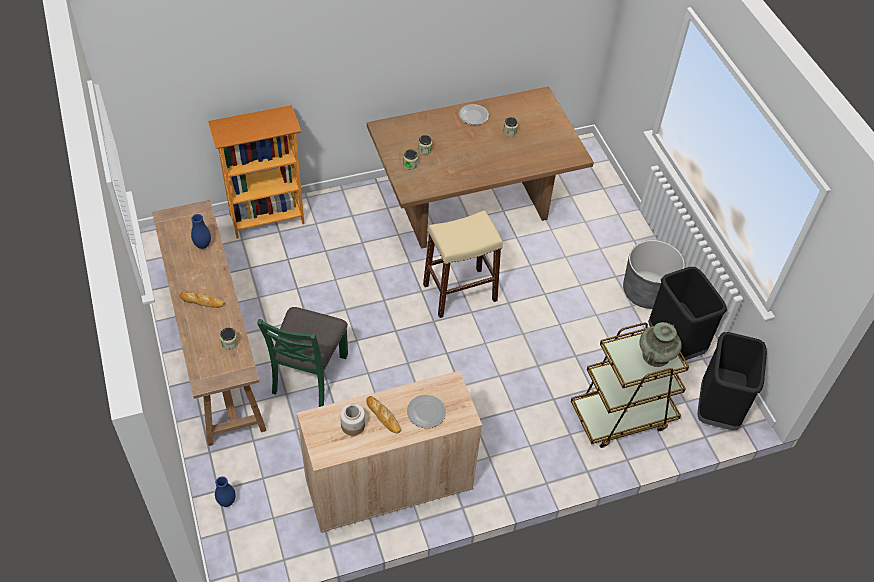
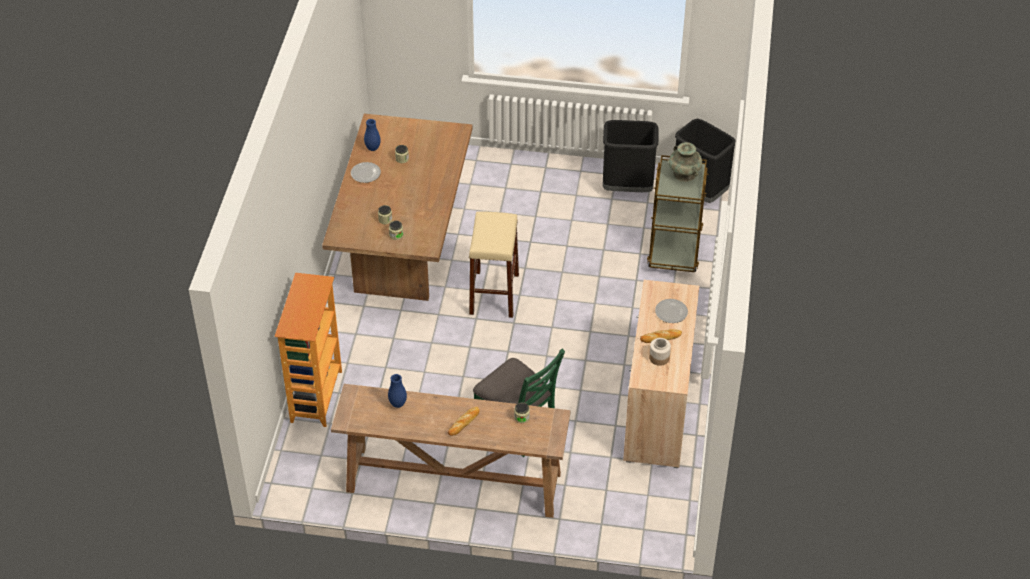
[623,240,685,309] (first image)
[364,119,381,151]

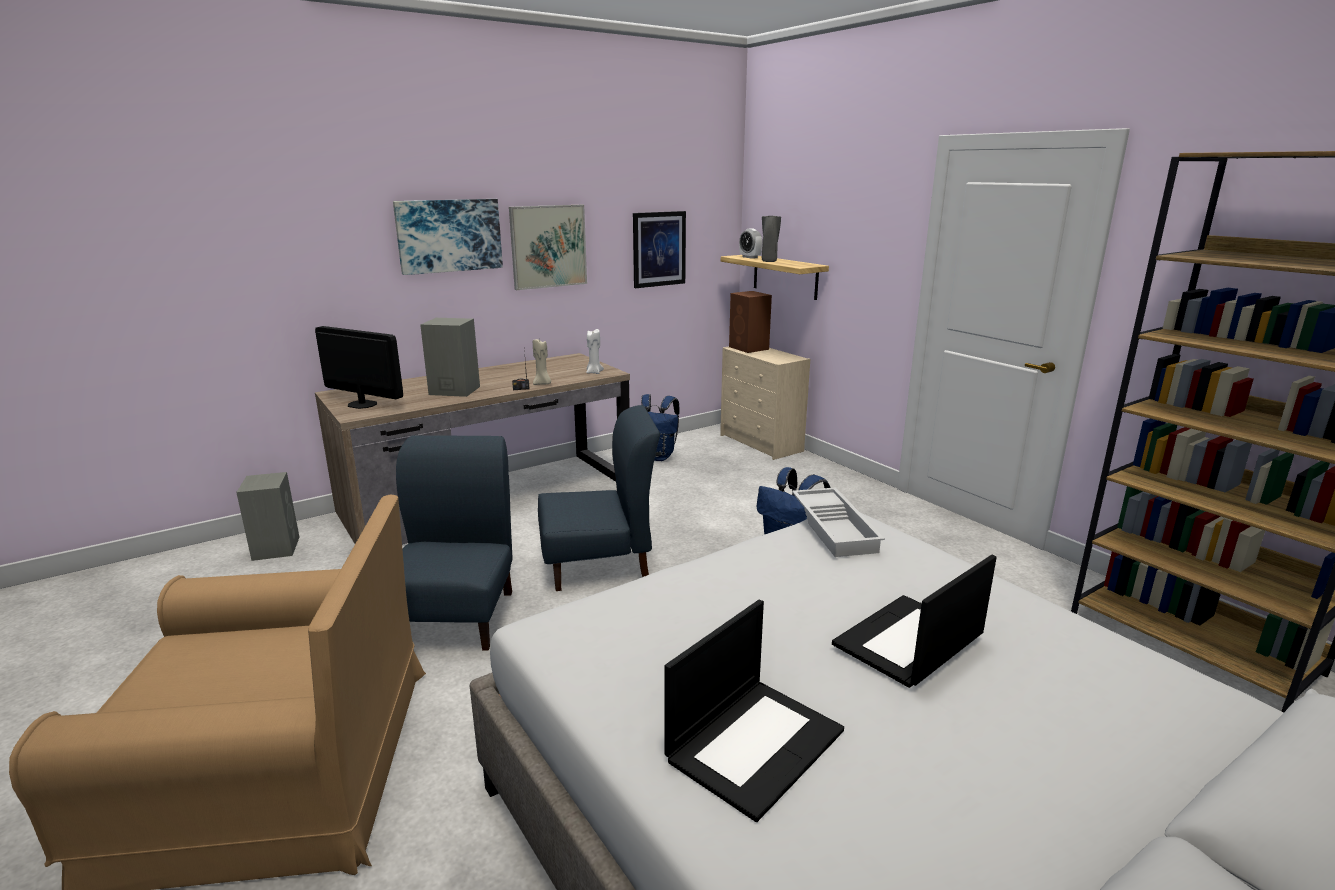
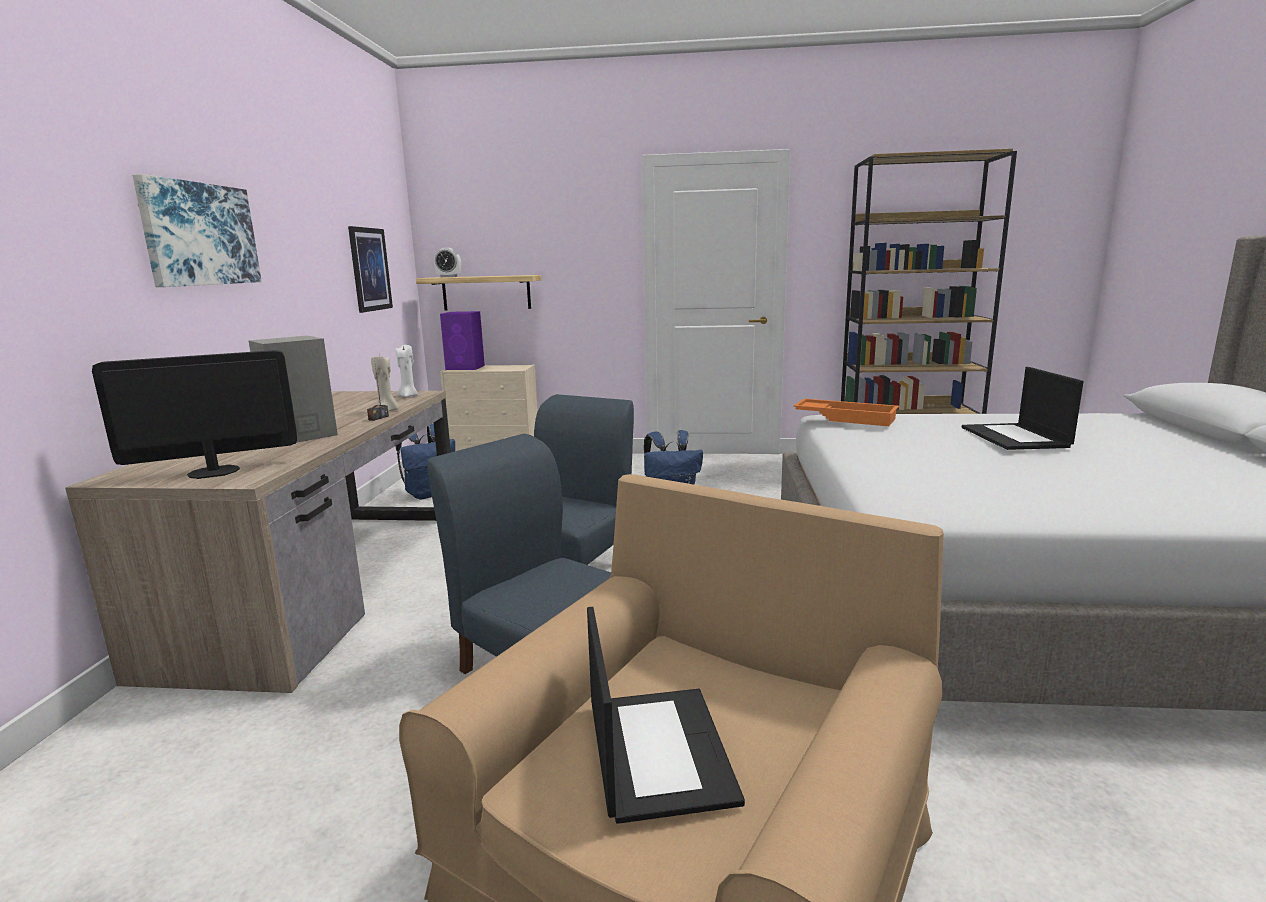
[236,472,299,561] (first image)
[509,205,587,290] (first image)
[762,216,781,262] (first image)
[587,607,745,824]
[440,311,485,370]
[793,399,899,426]

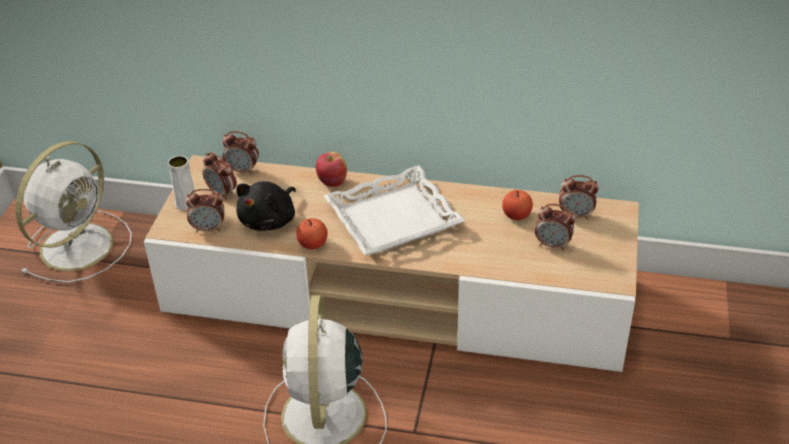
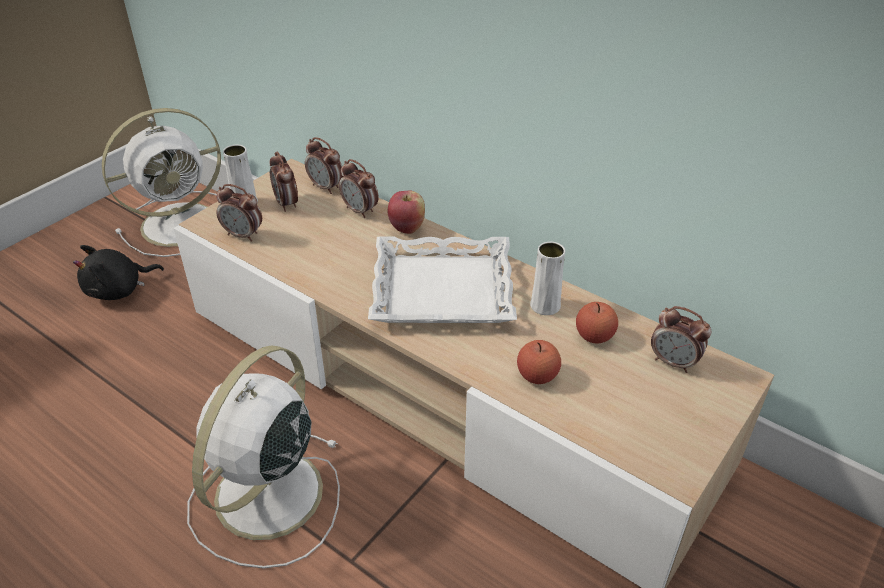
[530,242,565,315]
[73,245,164,300]
[517,340,561,384]
[339,159,379,218]

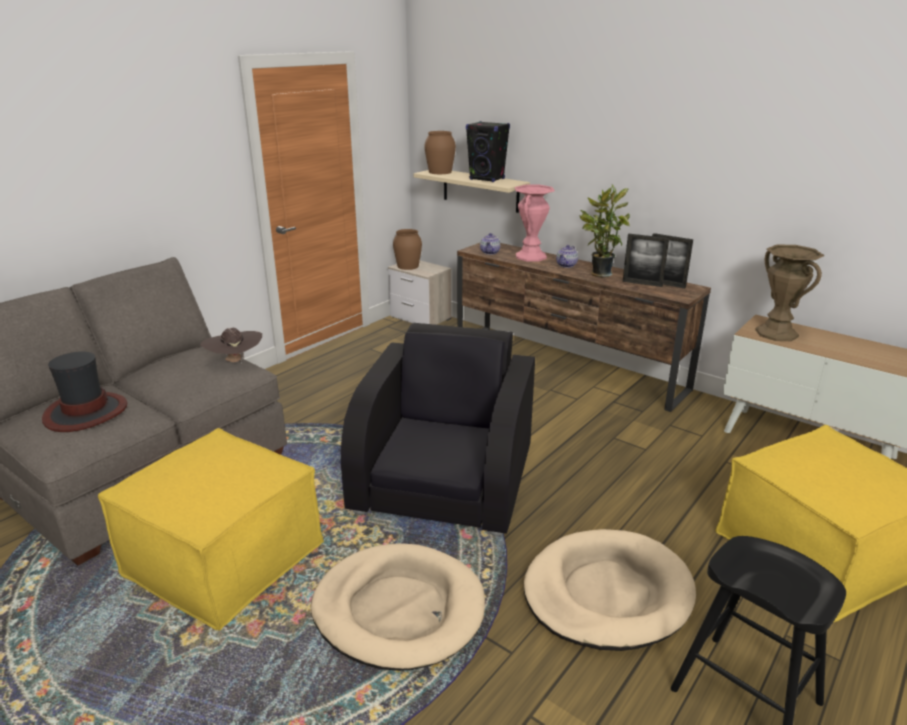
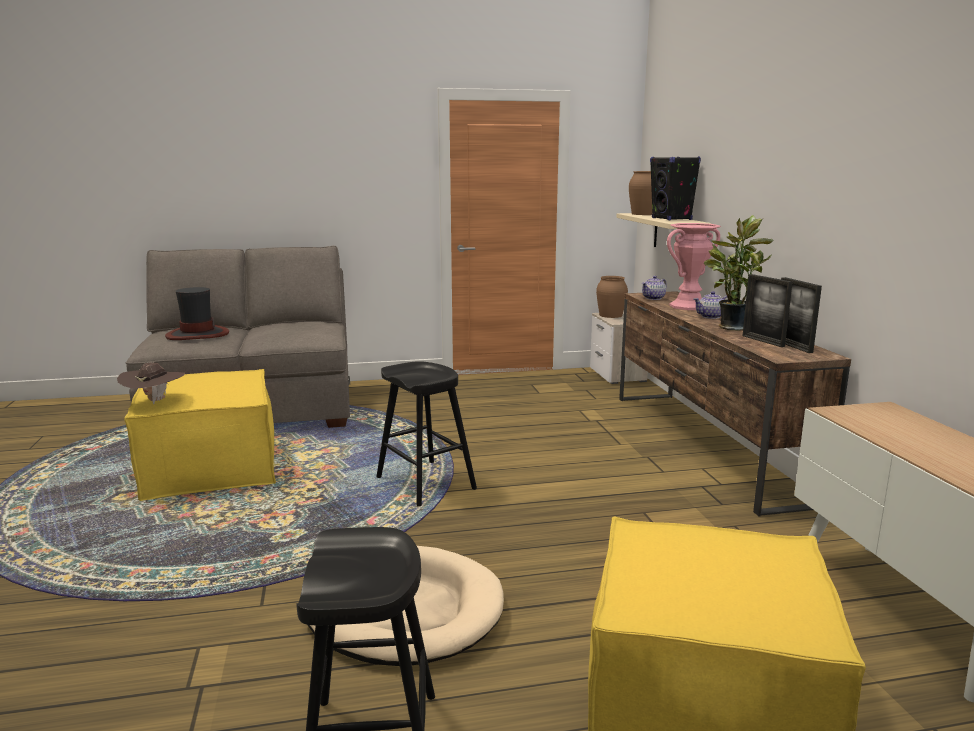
[311,543,485,671] (first image)
[755,244,824,341] (first image)
[117,362,185,404]
[376,361,477,507]

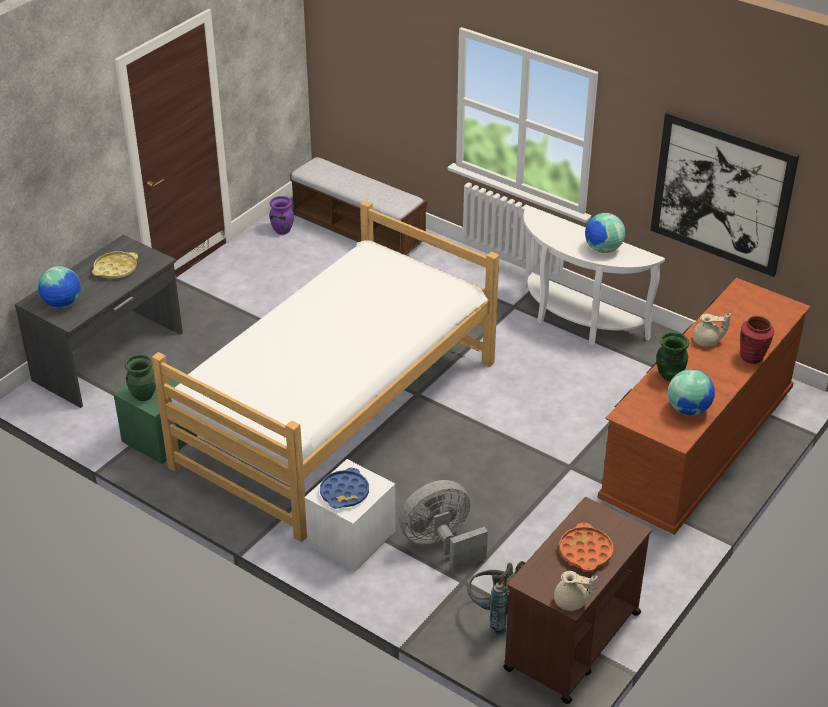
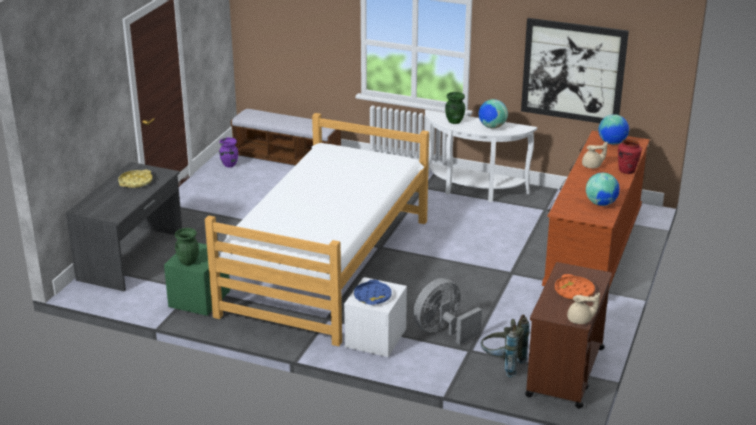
[598,114,629,145]
[445,92,465,124]

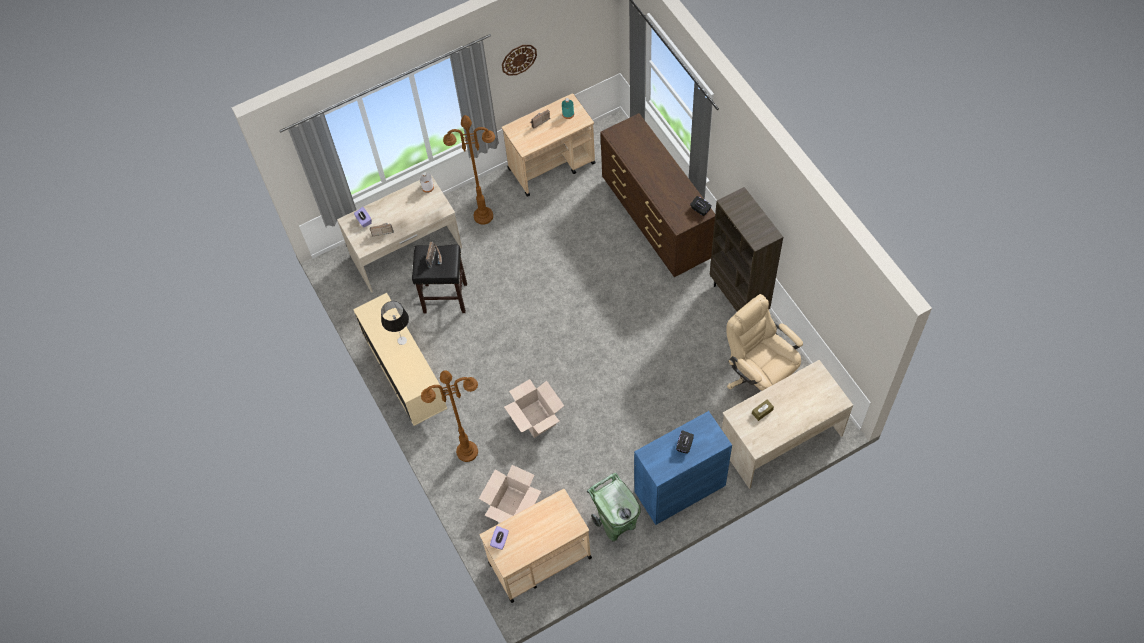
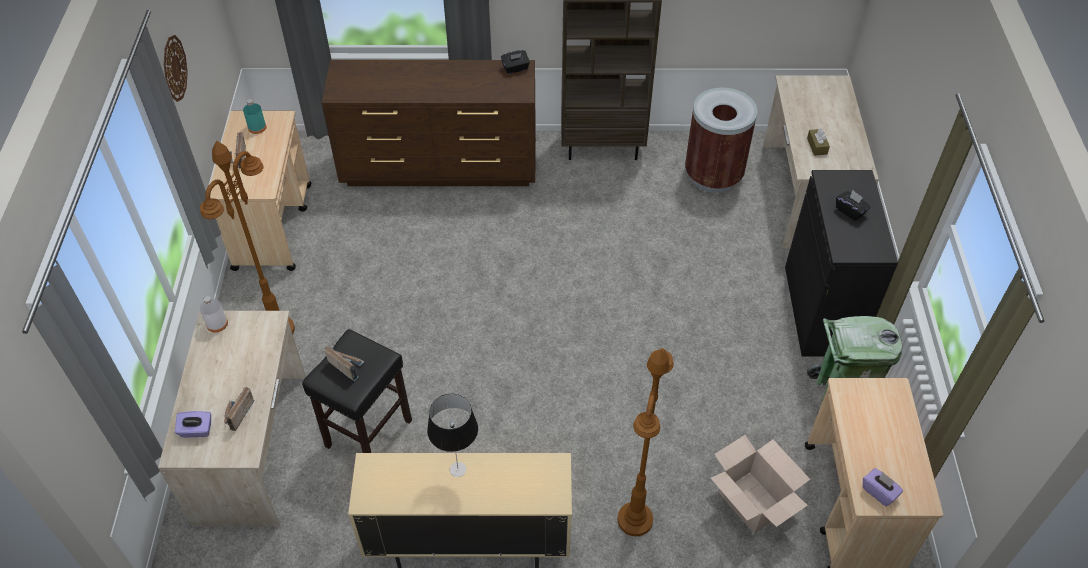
[504,379,564,438] (first image)
[685,87,758,193]
[785,170,898,357]

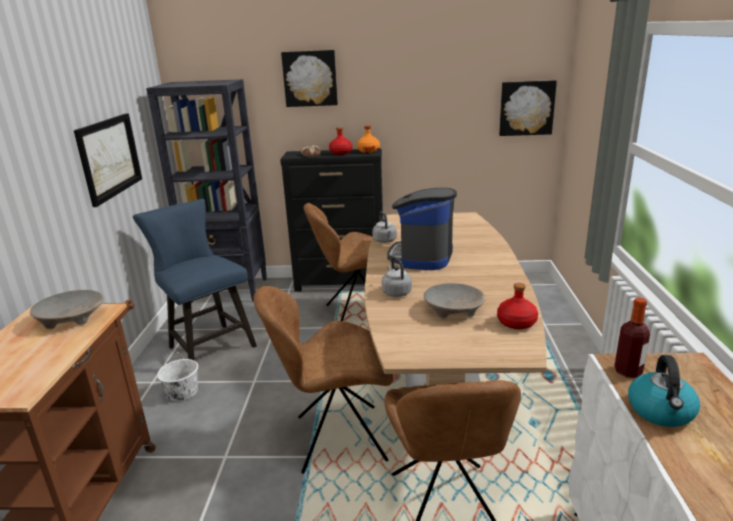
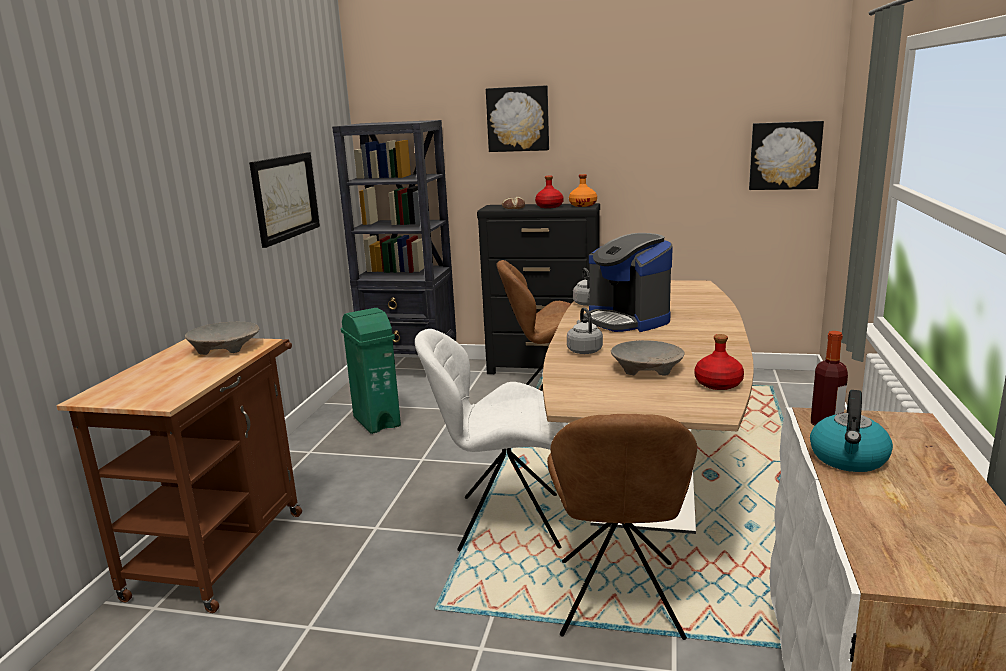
[157,351,198,401] (first image)
[341,308,401,434]
[415,329,568,551]
[584,233,673,332]

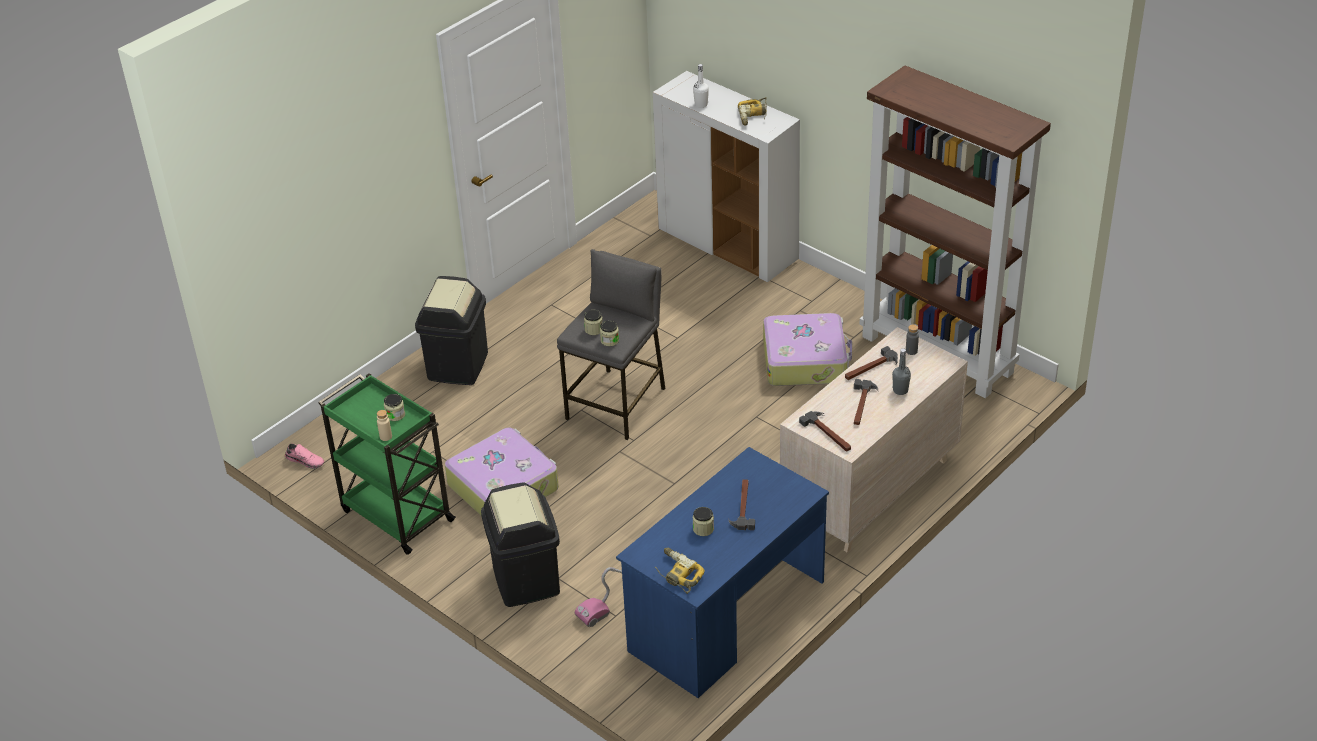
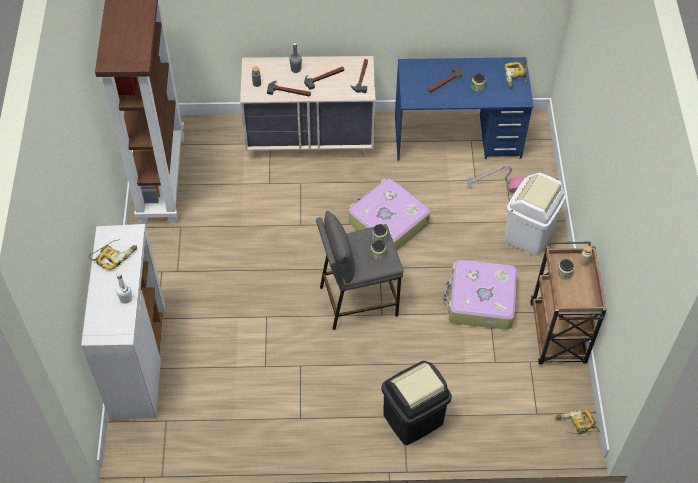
[348,178,430,250]
[555,410,600,434]
[530,242,607,364]
[504,173,566,255]

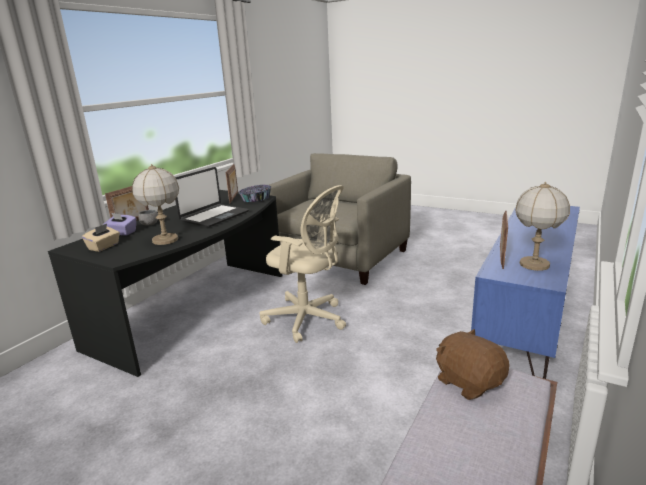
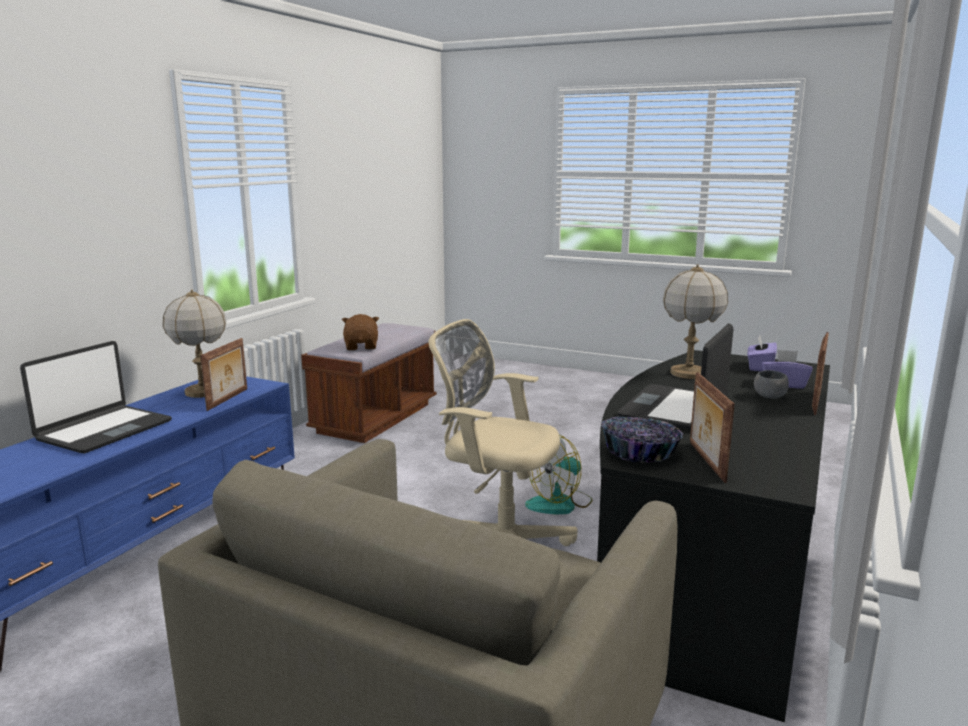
[20,341,172,453]
[525,434,593,514]
[747,336,777,371]
[342,314,379,350]

